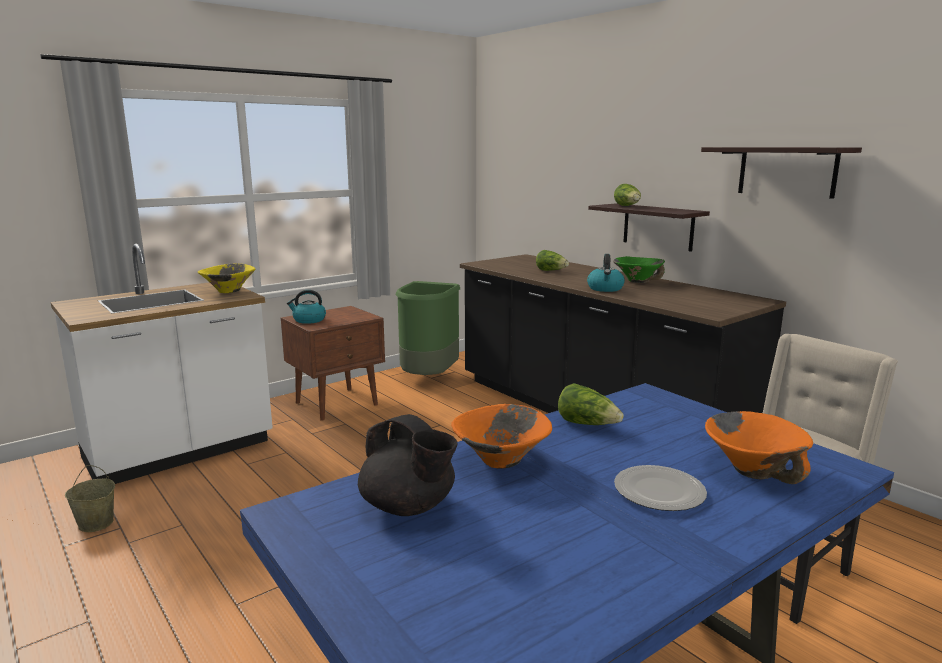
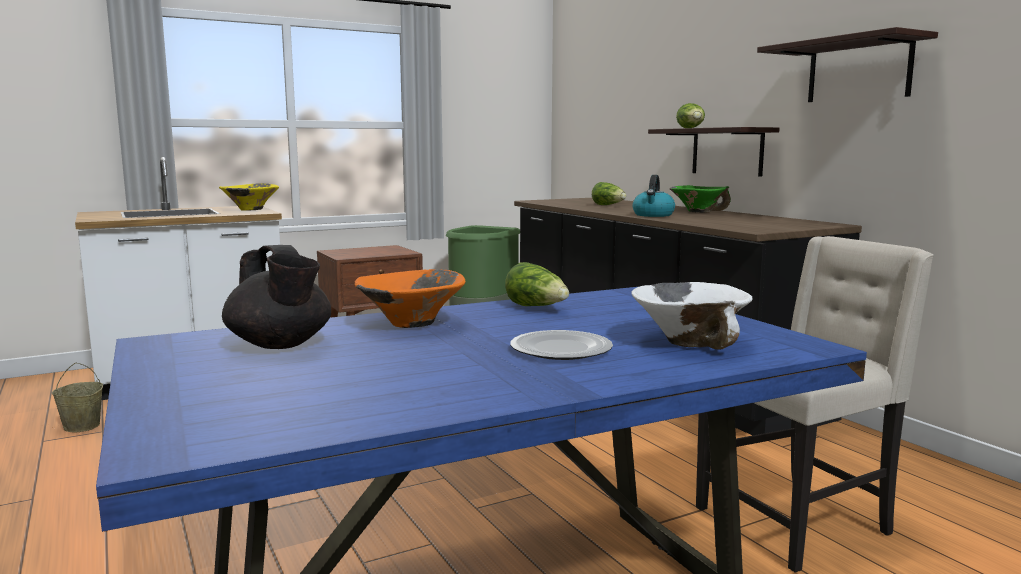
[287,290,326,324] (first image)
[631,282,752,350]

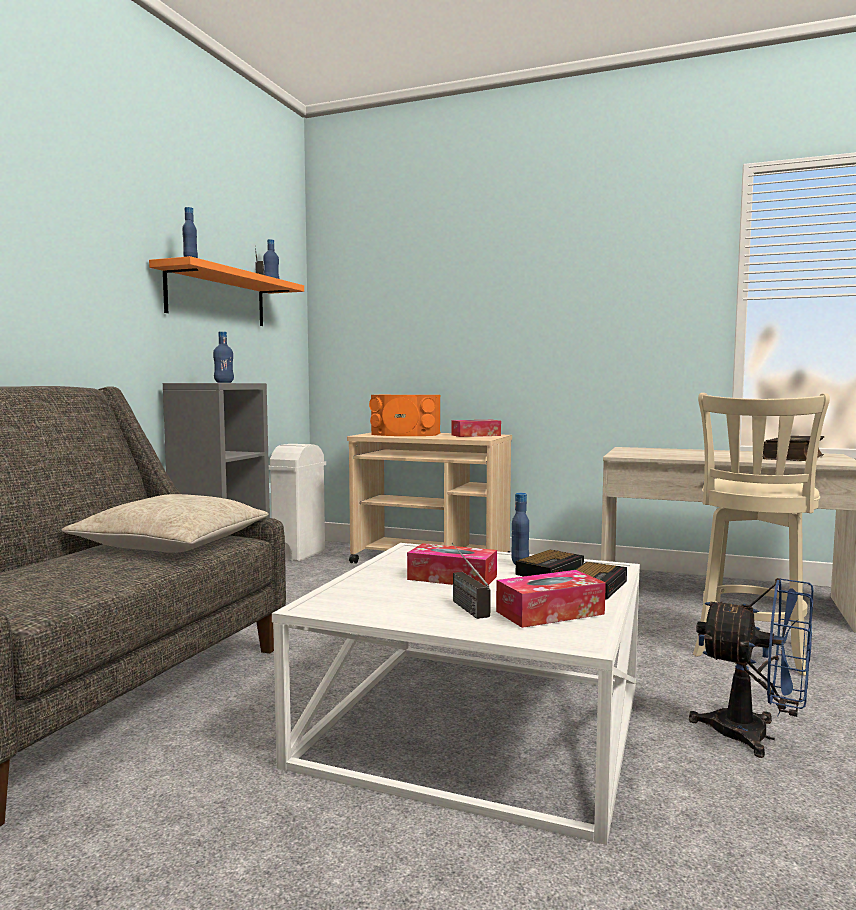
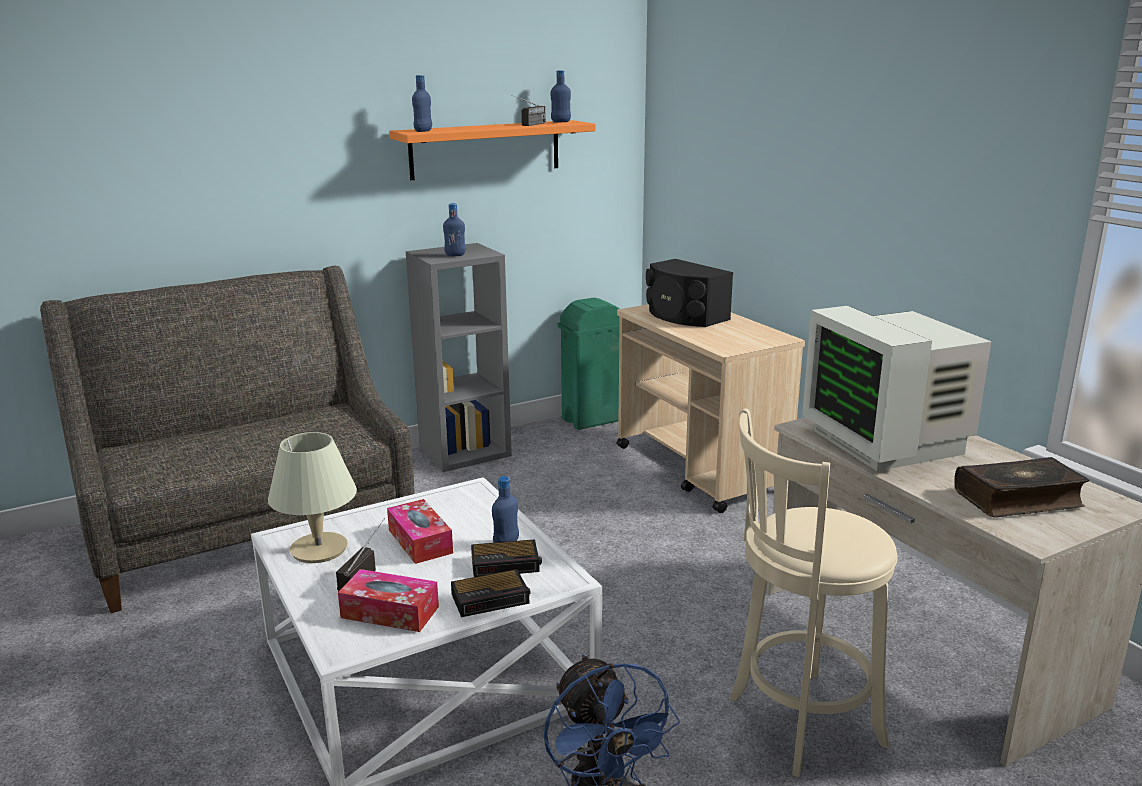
[62,494,269,553] (first image)
[451,420,501,437] (first image)
[268,432,357,563]
[802,306,991,471]
[558,298,620,430]
[646,259,733,327]

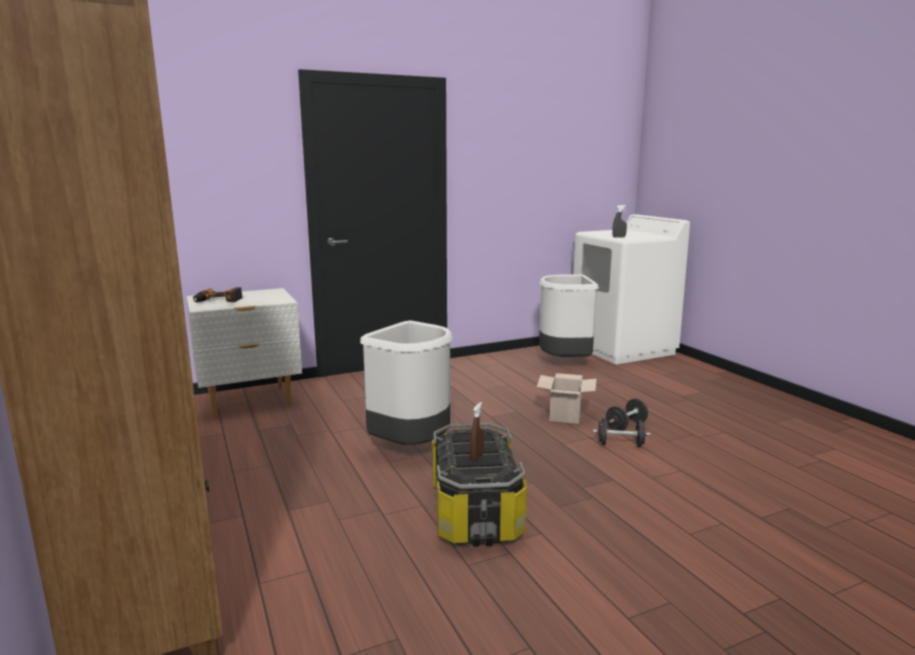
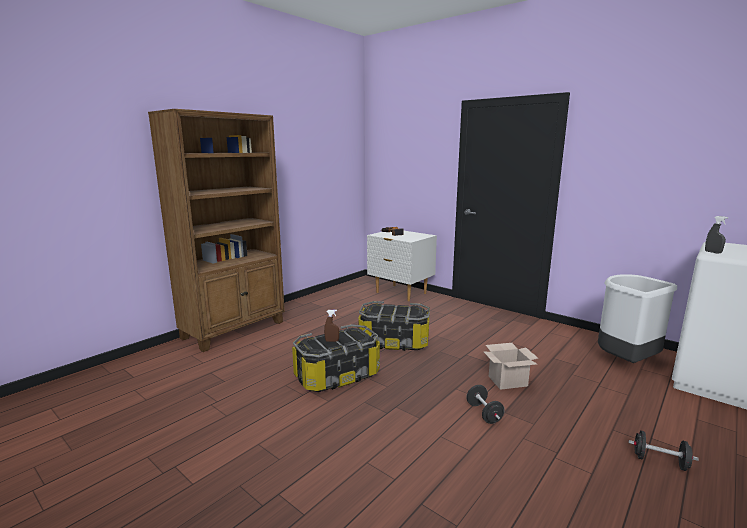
[629,430,699,471]
[359,301,430,351]

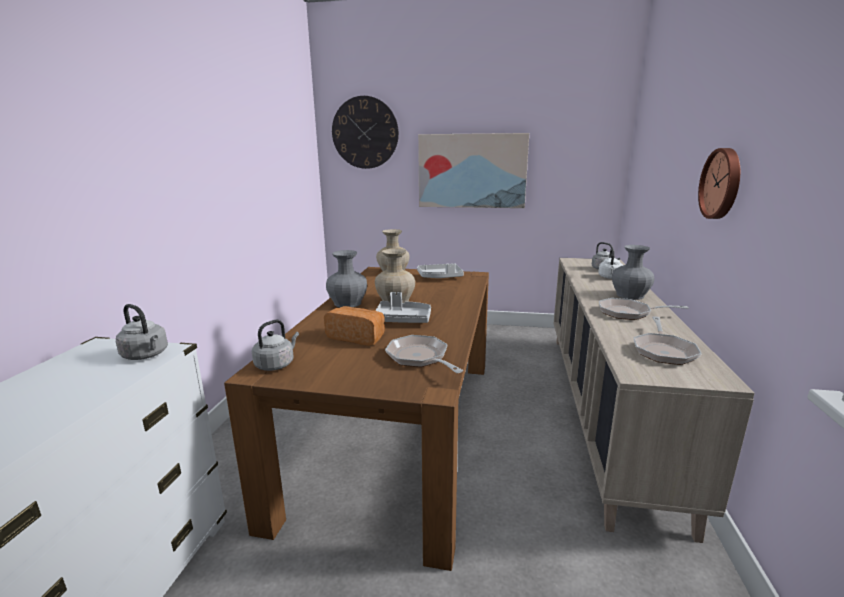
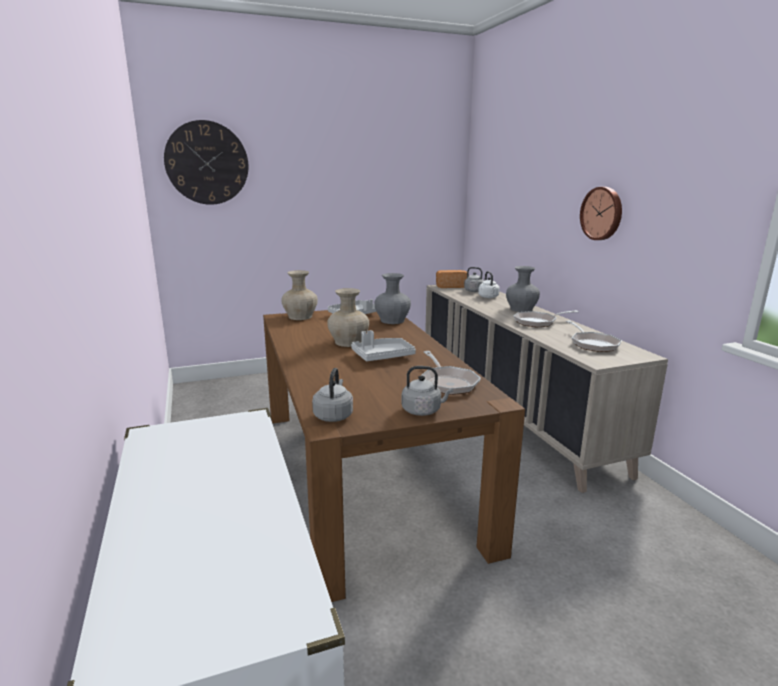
[418,133,529,208] (first image)
[402,366,453,416]
[436,270,467,288]
[374,273,411,324]
[421,351,481,395]

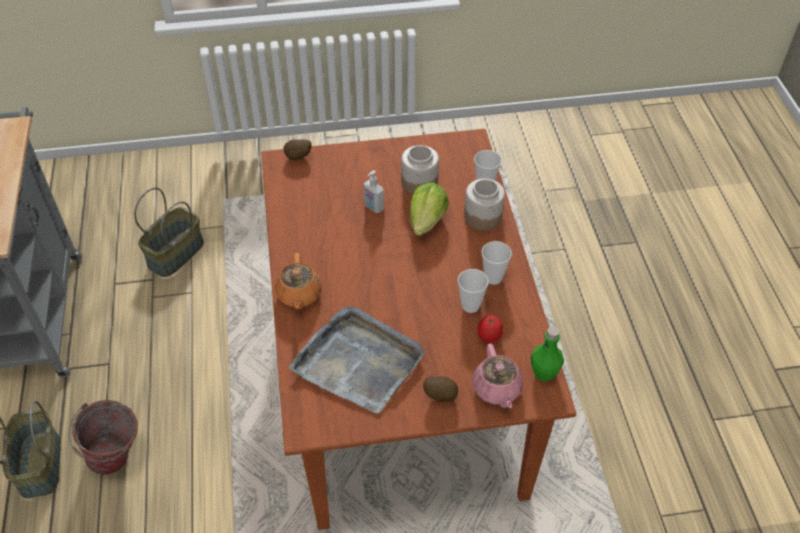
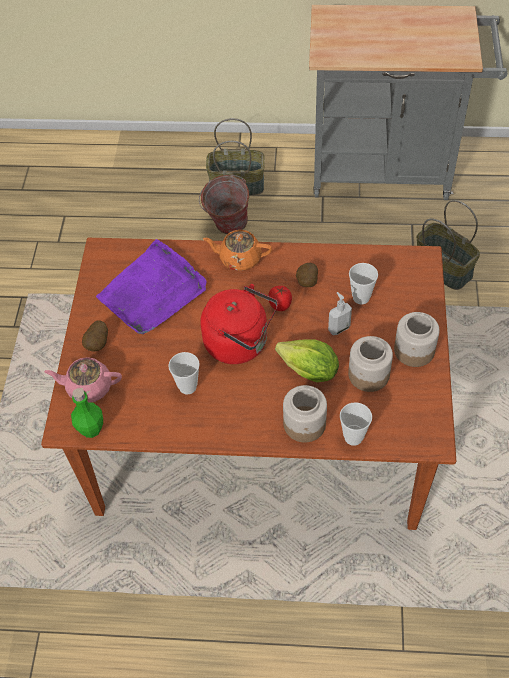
[201,284,278,364]
[394,312,440,367]
[296,263,318,287]
[268,286,292,311]
[349,263,378,304]
[96,239,206,335]

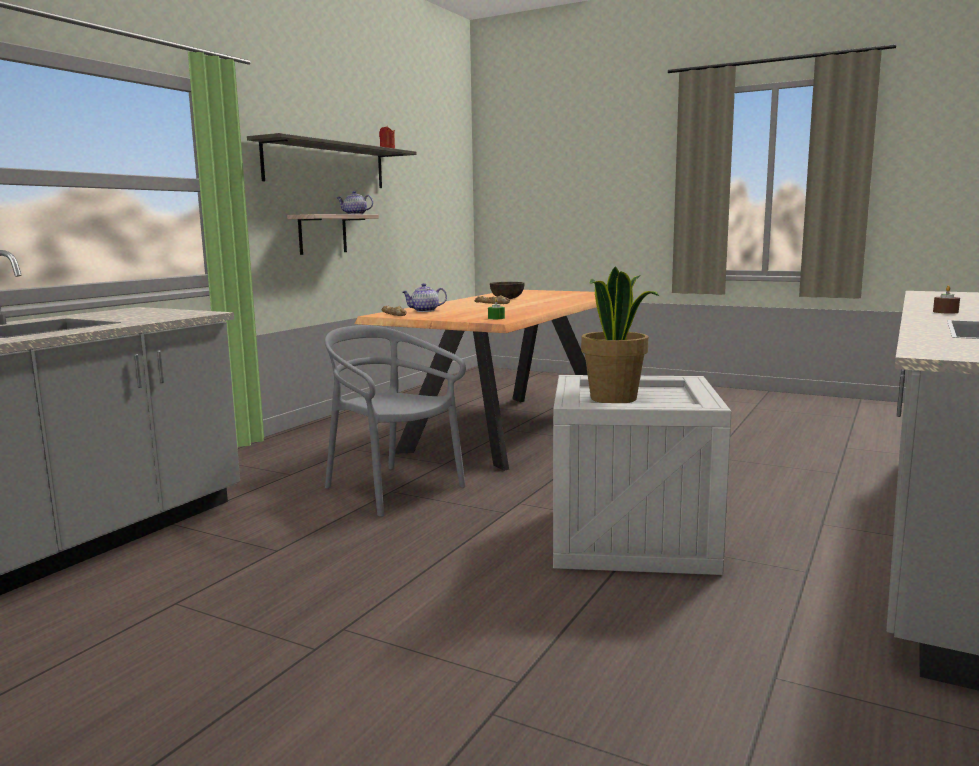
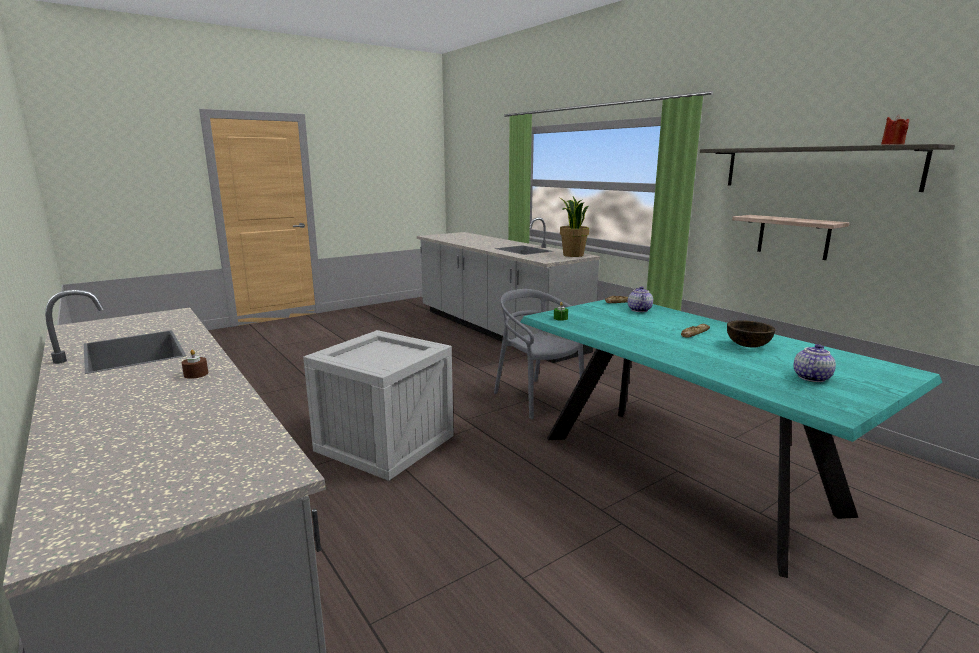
[794,344,836,382]
[559,197,589,257]
[520,300,942,578]
[494,289,584,419]

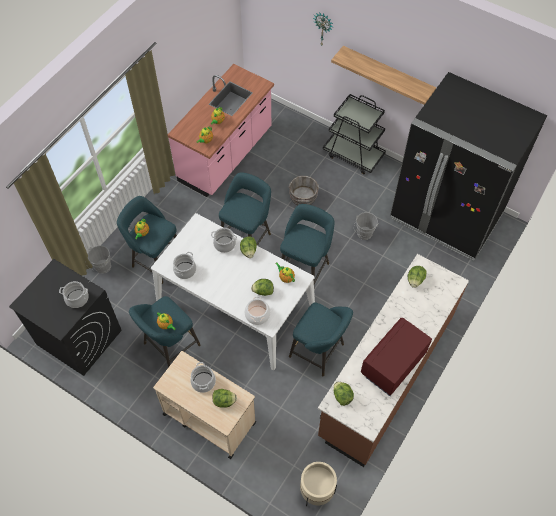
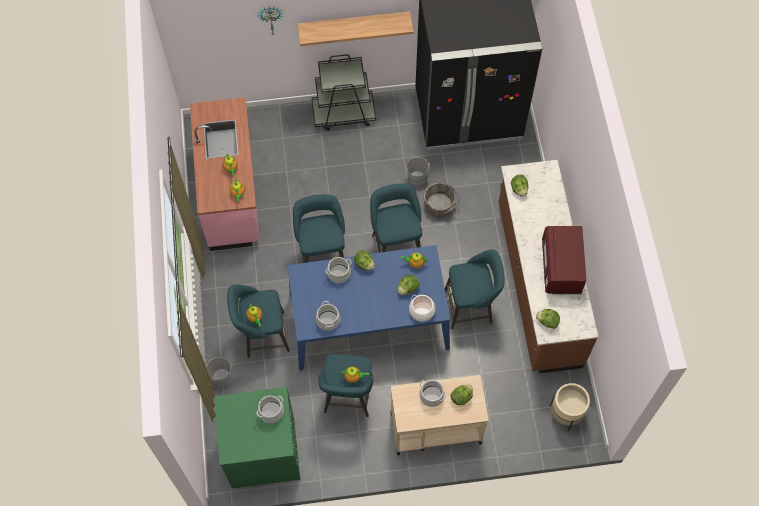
[423,182,460,217]
[215,387,300,488]
[287,245,450,371]

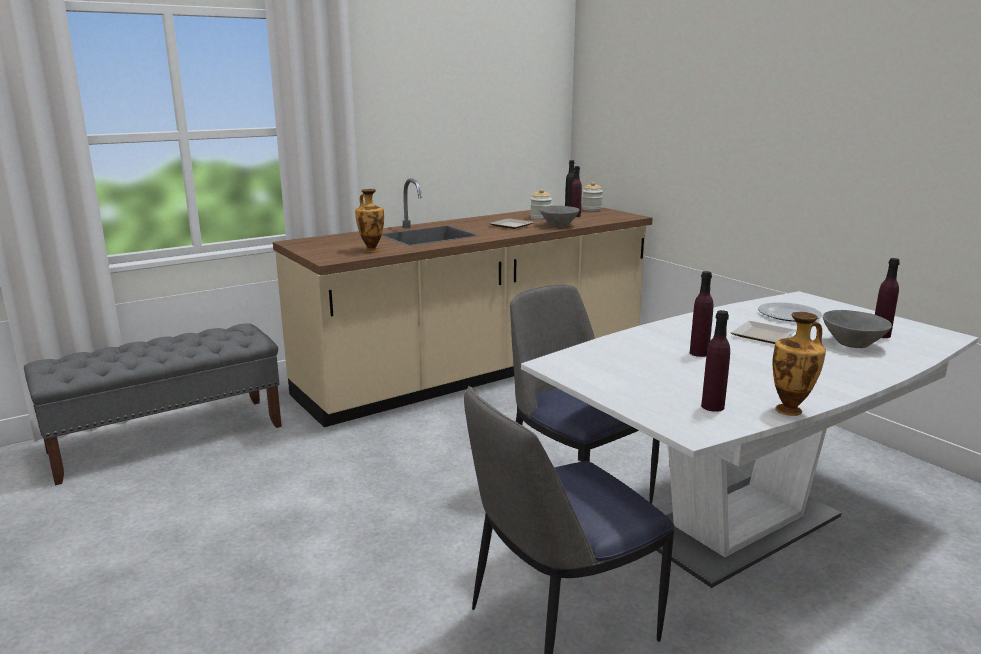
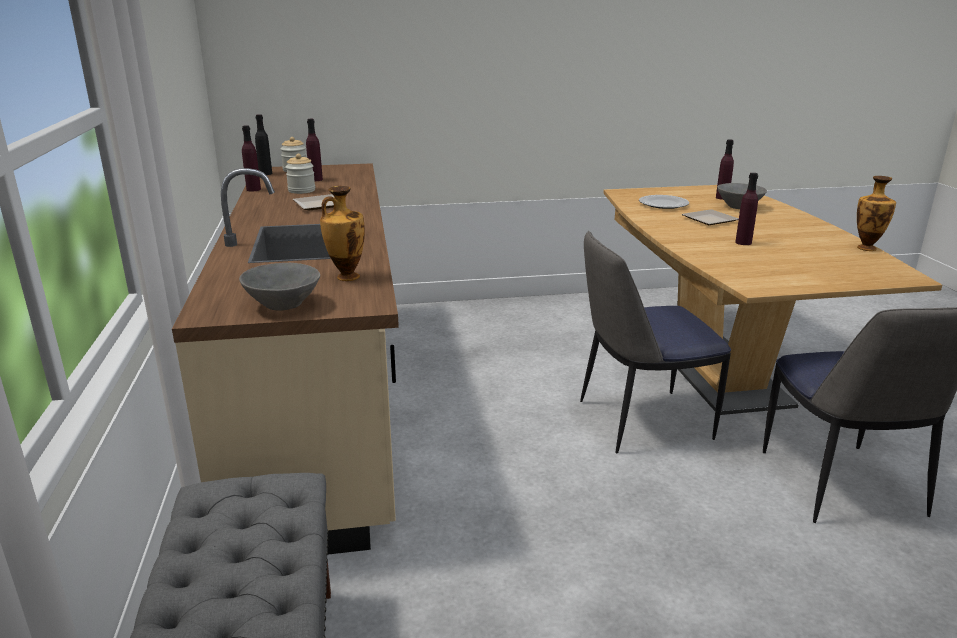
[239,263,320,311]
[242,125,261,191]
[603,185,942,415]

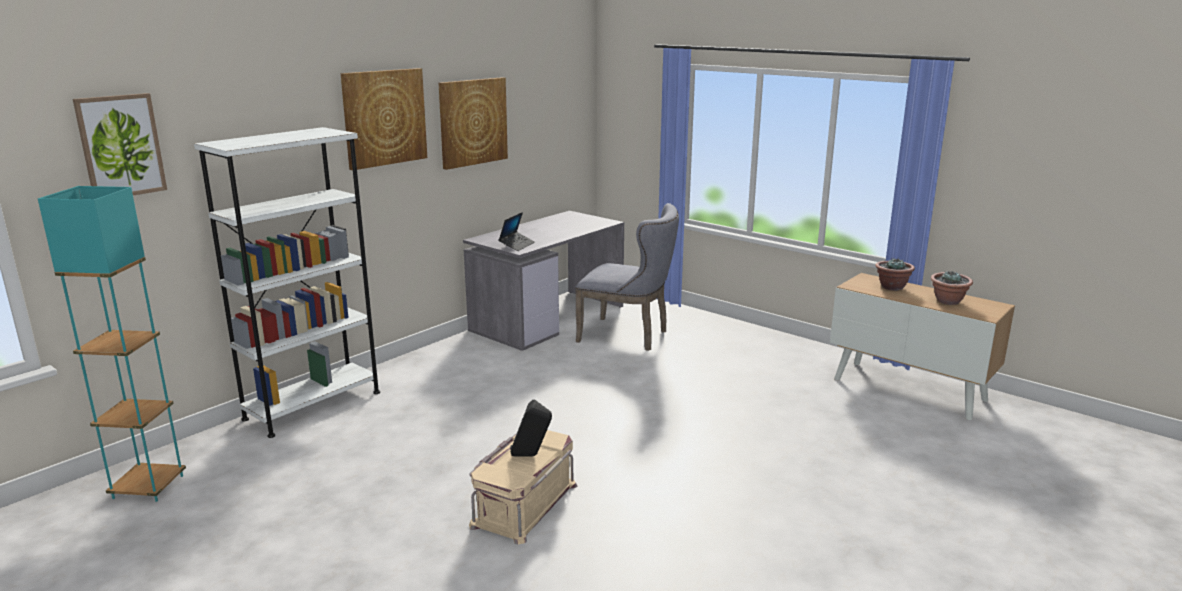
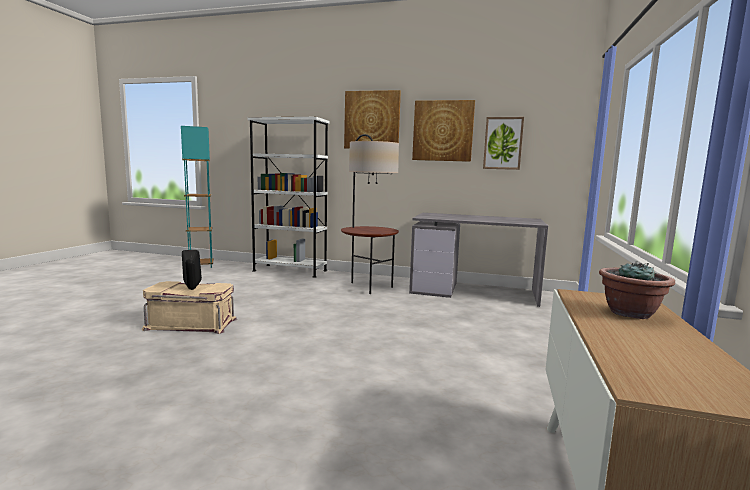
[498,212,535,251] (first image)
[575,203,679,351] (first image)
[931,272,973,305] (first image)
[341,134,399,294]
[483,117,524,170]

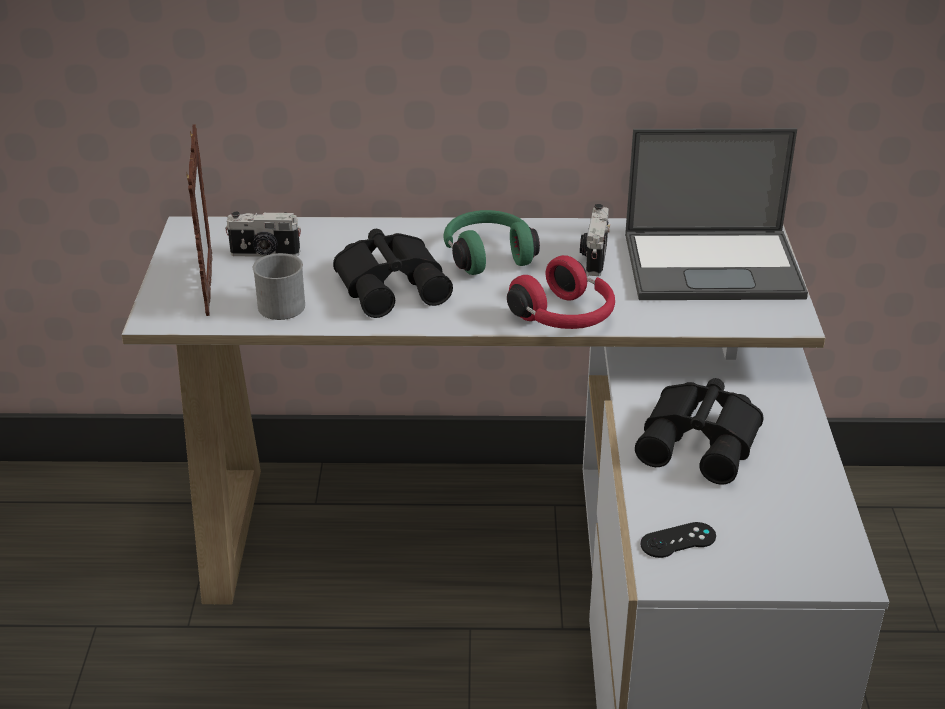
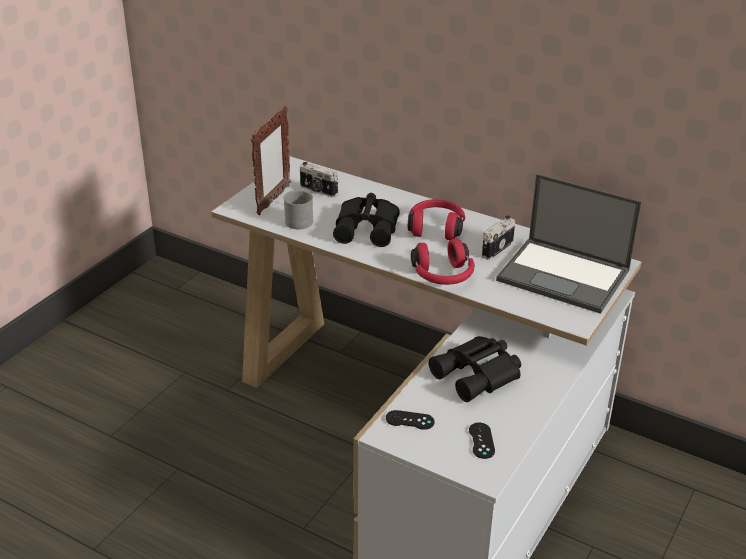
[469,423,495,459]
[408,199,465,240]

